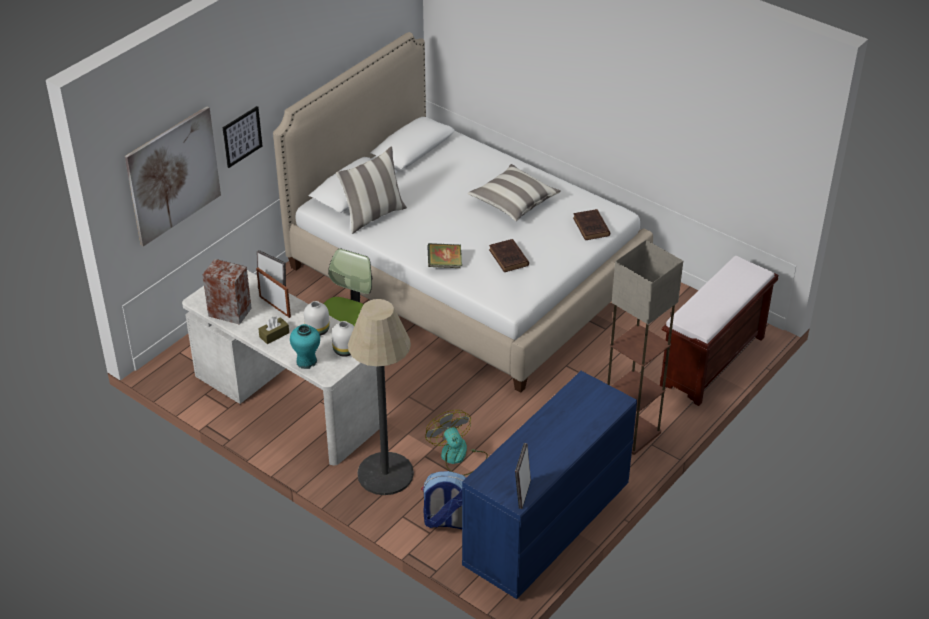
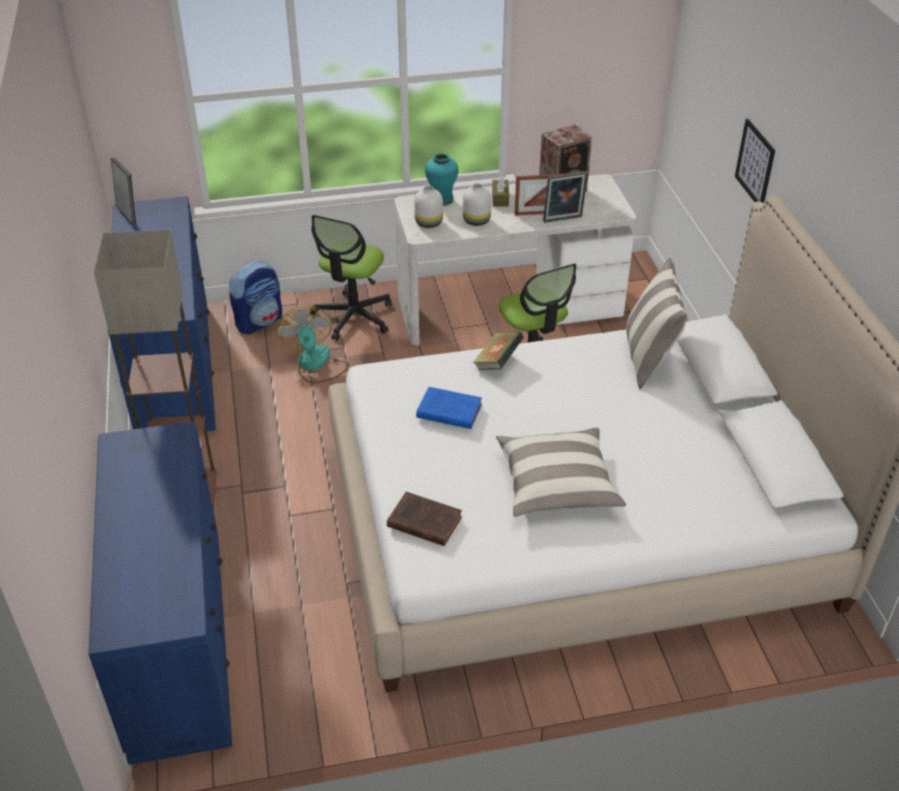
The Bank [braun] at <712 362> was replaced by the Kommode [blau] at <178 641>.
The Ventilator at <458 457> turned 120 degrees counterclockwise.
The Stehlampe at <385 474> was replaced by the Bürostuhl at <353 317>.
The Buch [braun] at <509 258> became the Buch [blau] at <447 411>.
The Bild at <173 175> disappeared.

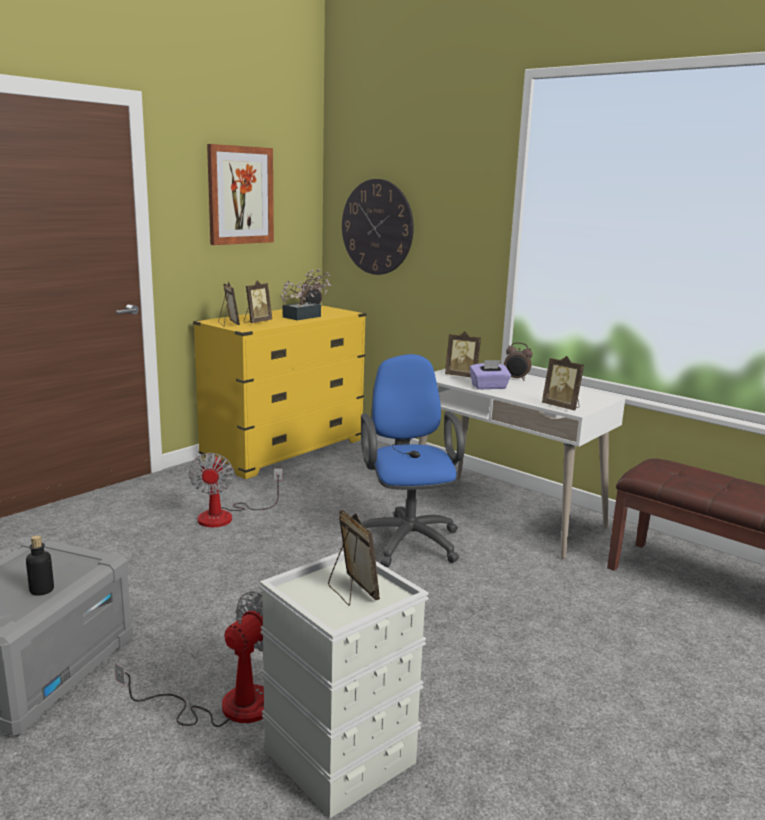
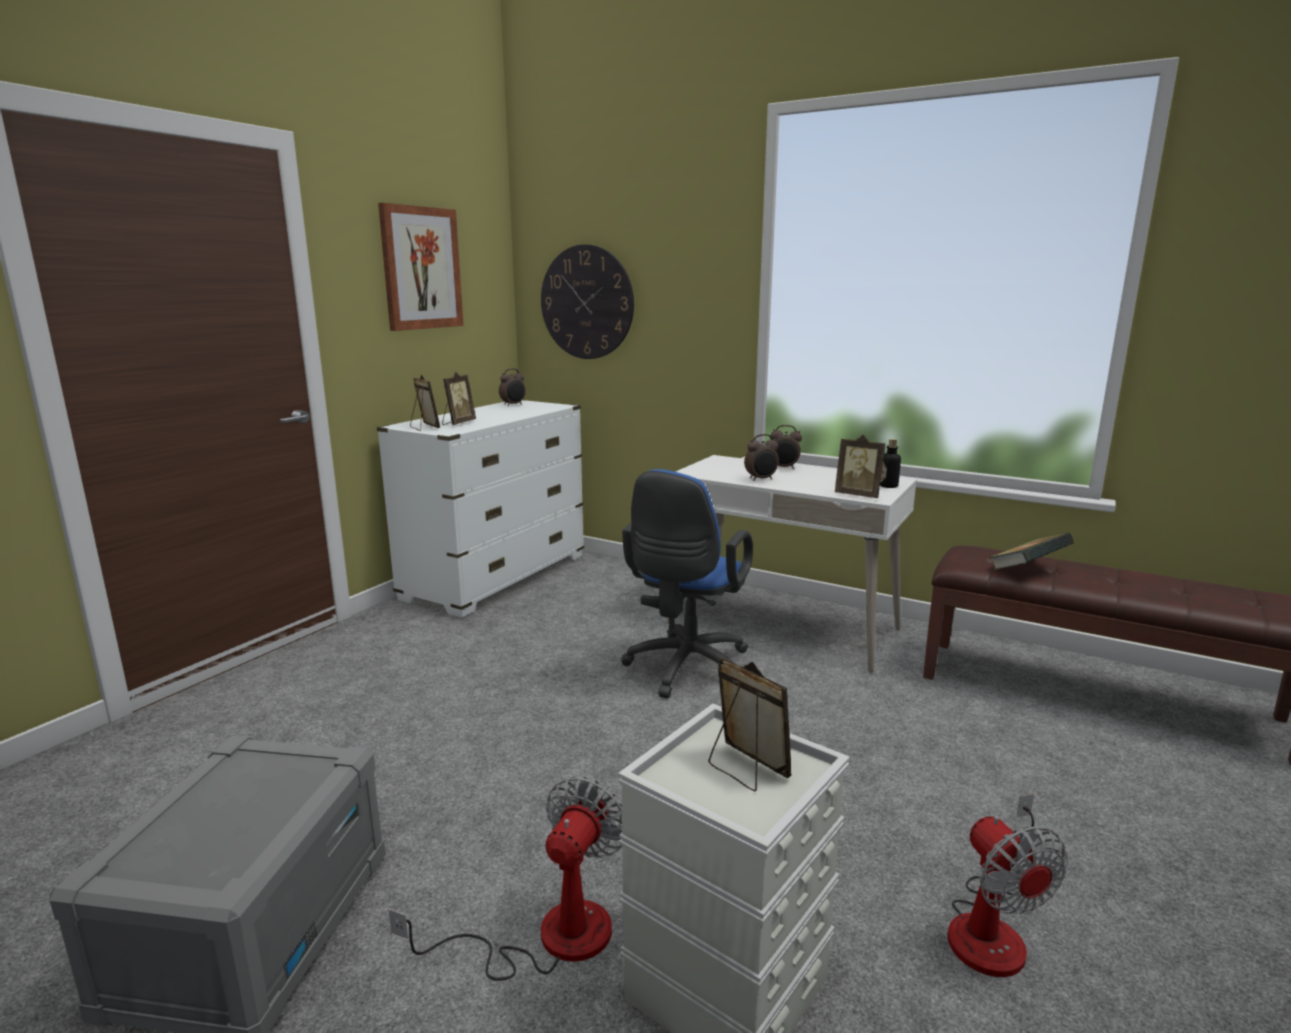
The Kommode [gelb] at <284 451> became the Kommode [weiß] at <496 577>.
The Bürostuhl [blau] at <407 539> turned 135 degrees counterclockwise.
The Taschentuchbox [lila] at <489 387> was replaced by the Wecker at <761 479>.
The Flasche moved from <42 590> to <888 486>.
The Ventilator moved from <226 516> to <993 927>.
The Buch at <1027 571> appeared.
The Topfpflanze at <305 316> disappeared.
The Bilderrahmen at <462 376> disappeared.

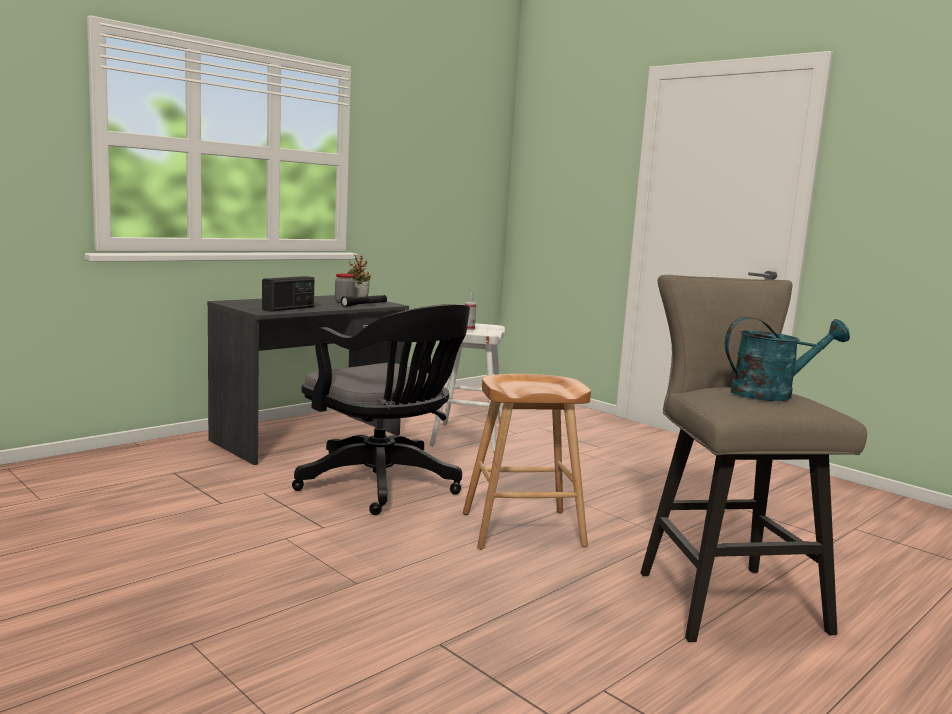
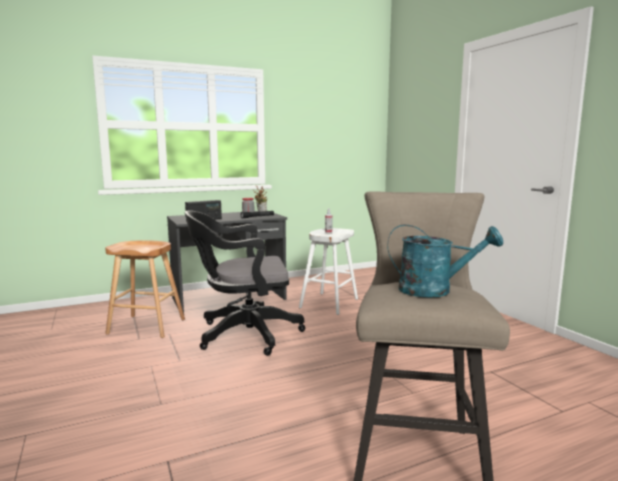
The Hocker [braun] moved from <522 529> to <146 326>.
The Bürostuhl [schwarz] at <384 486> turned 105 degrees clockwise.

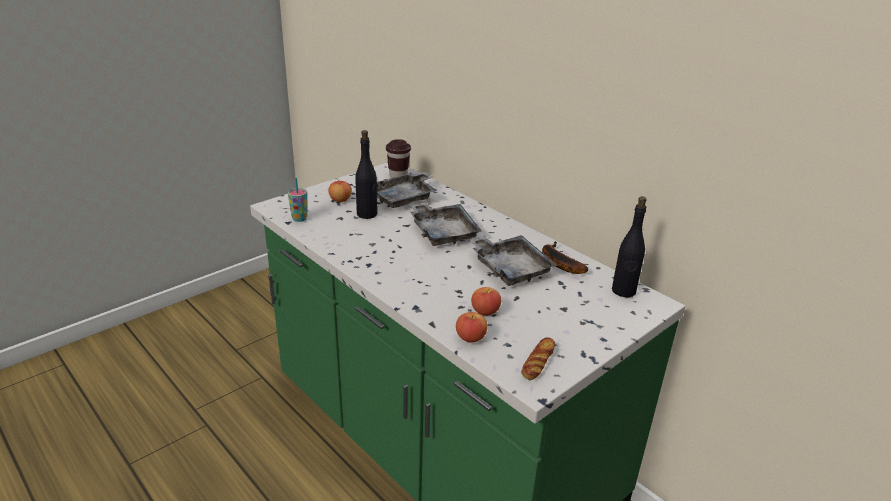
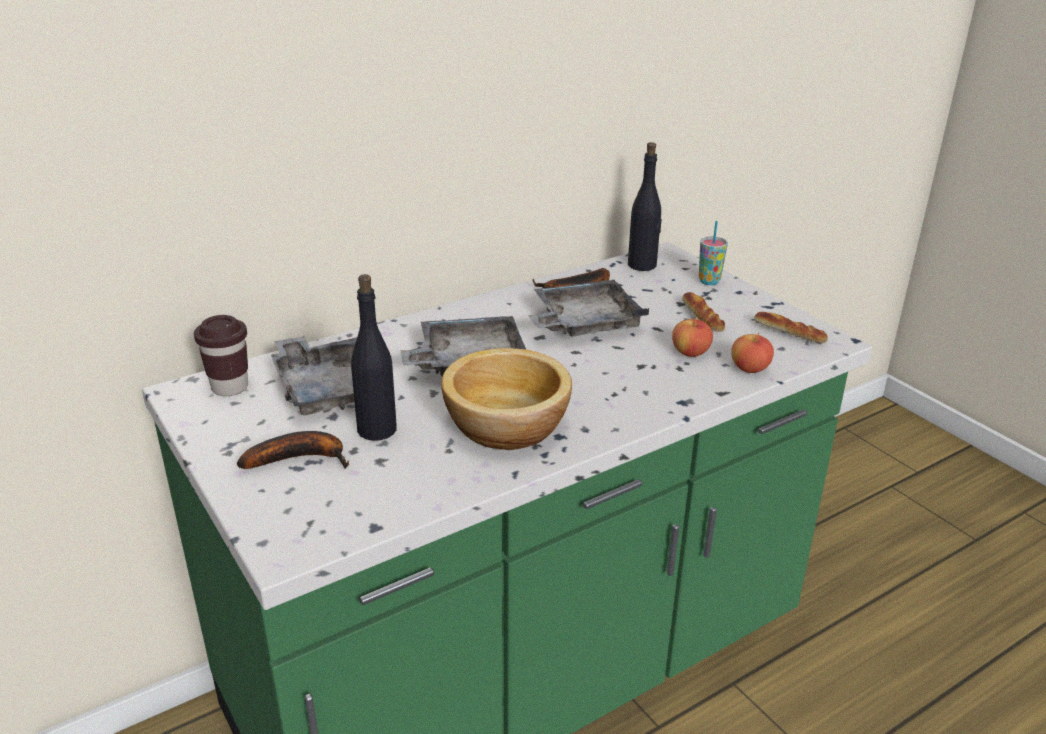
The Apfel at <340 200> was replaced by the Banane at <301 458>.
The Schüssel at <509 426> appeared.
The Brot at <702 317> appeared.
The Tasse moved from <299 219> to <709 281>.

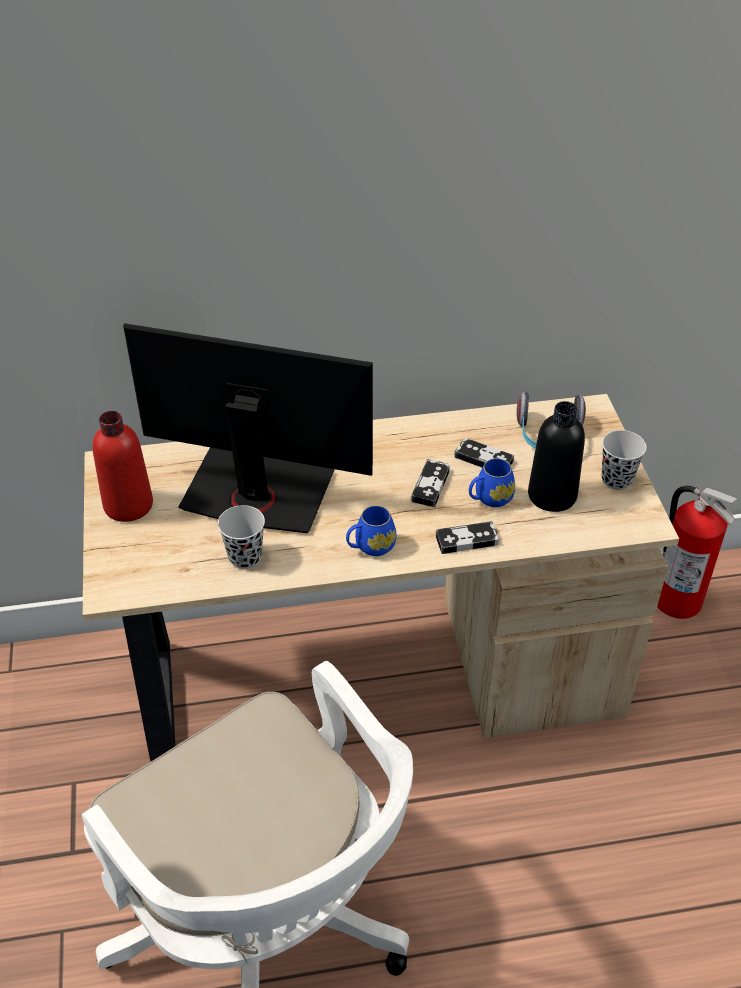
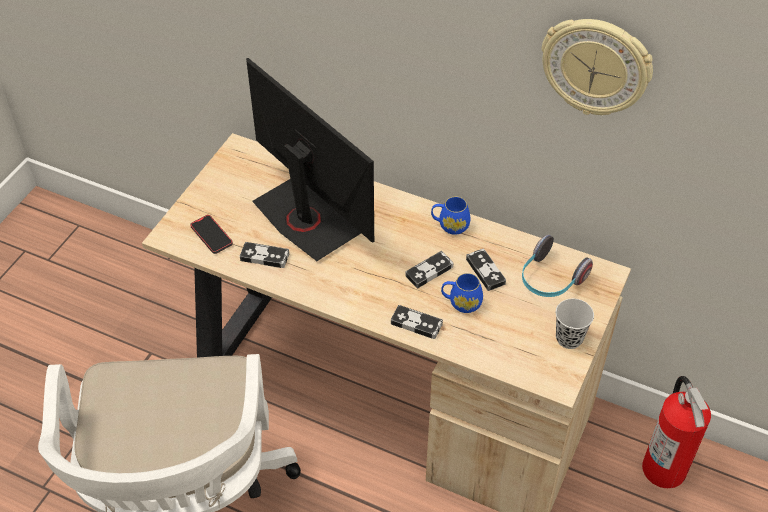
The Handy at <211 235> appeared.
The Tasse [schwarz] at <245 557> was replaced by the Gamepad at <264 257>.
The Henkelbecher [blau] moved from <370 546> to <450 225>.
The Wanduhr at <596 66> appeared.
The Flasche [rot] at <128 505> disappeared.
The Flasche [schwarz] at <552 495> disappeared.

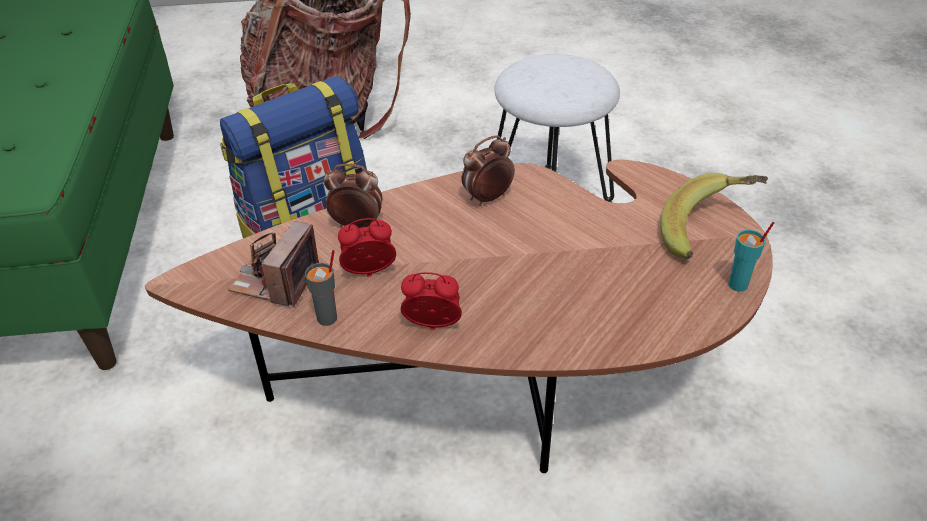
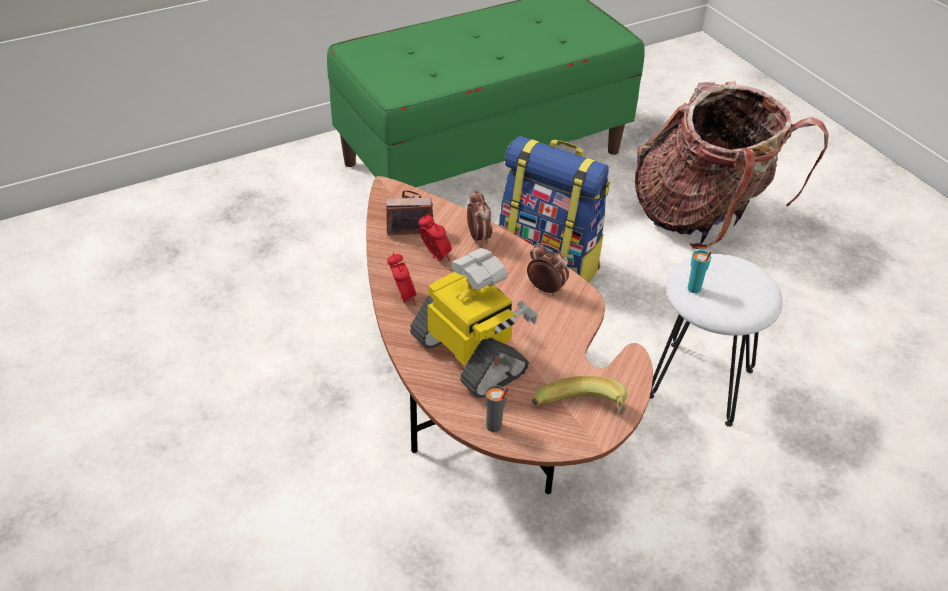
The Spielzeugroboter at <471 356> appeared.
The Tasse [grau] moved from <328 318> to <494 426>.
The Tasse [türkis] moved from <738 285> to <694 289>.

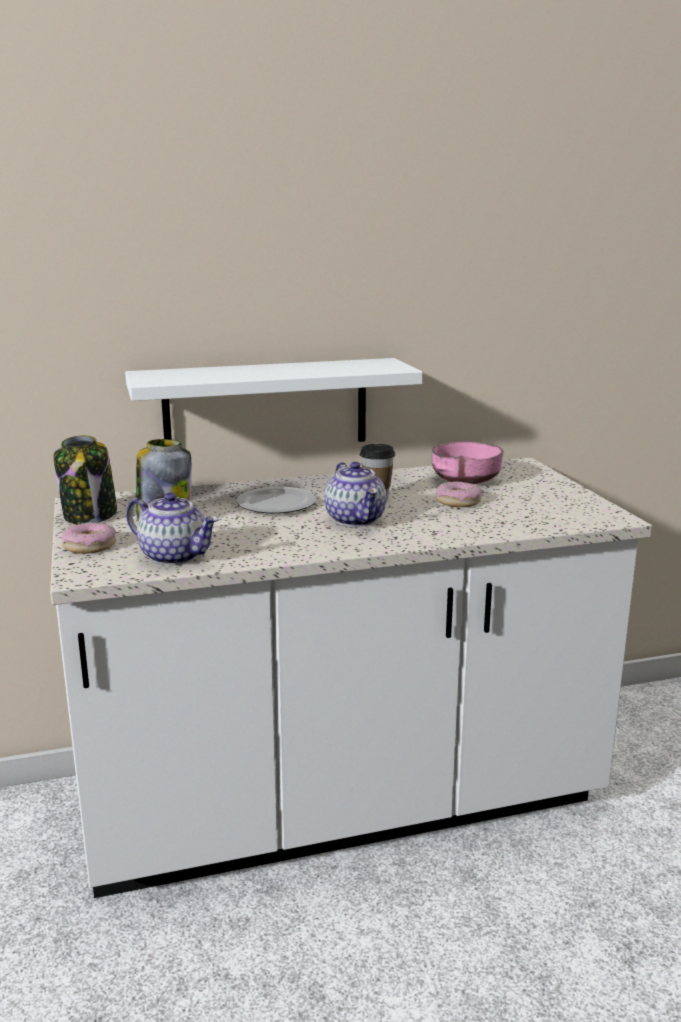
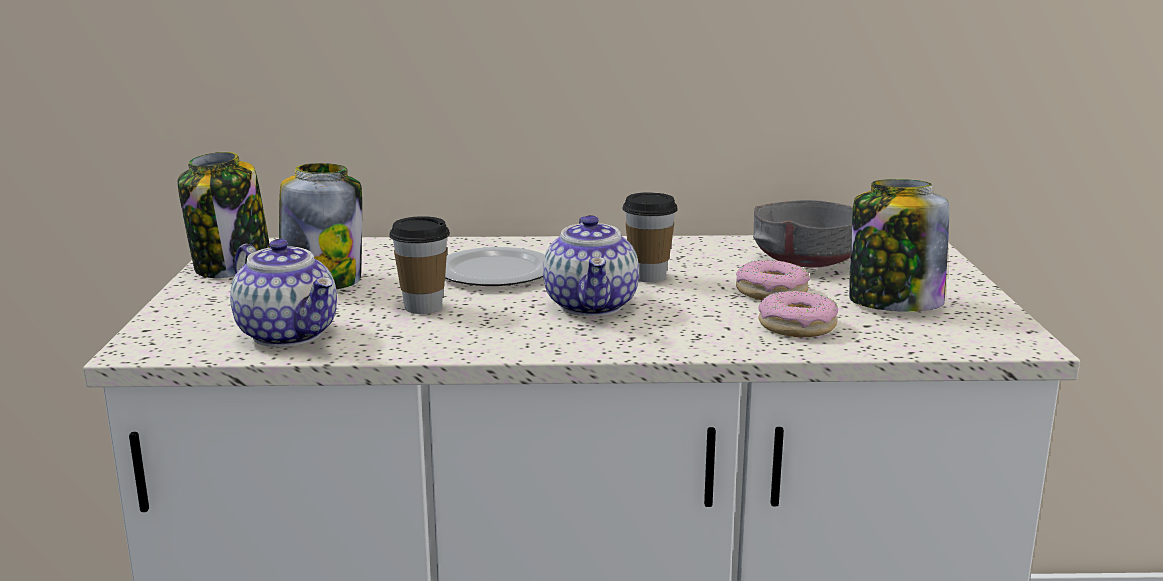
The Tasse at <423 307> appeared.
The Schüssel [rosa] at <466 481> became the Schüssel [grau] at <807 262>.
The Donut moved from <89 546> to <797 326>.
The Vorratsglas at <892 303> appeared.
The Wandregal [weiß] at <266 406> disappeared.

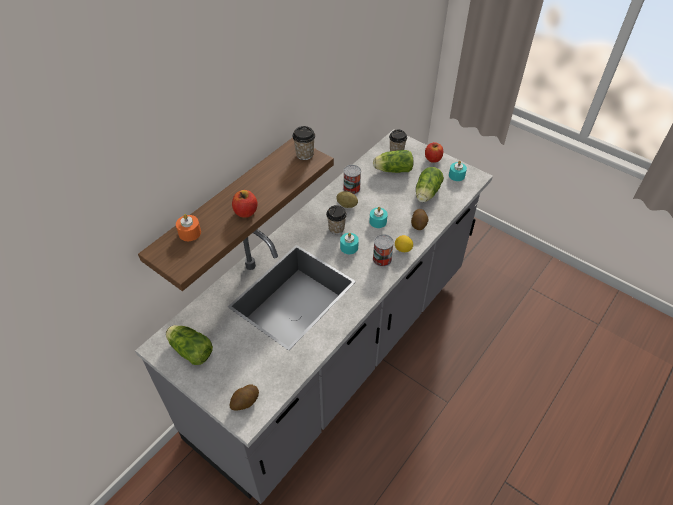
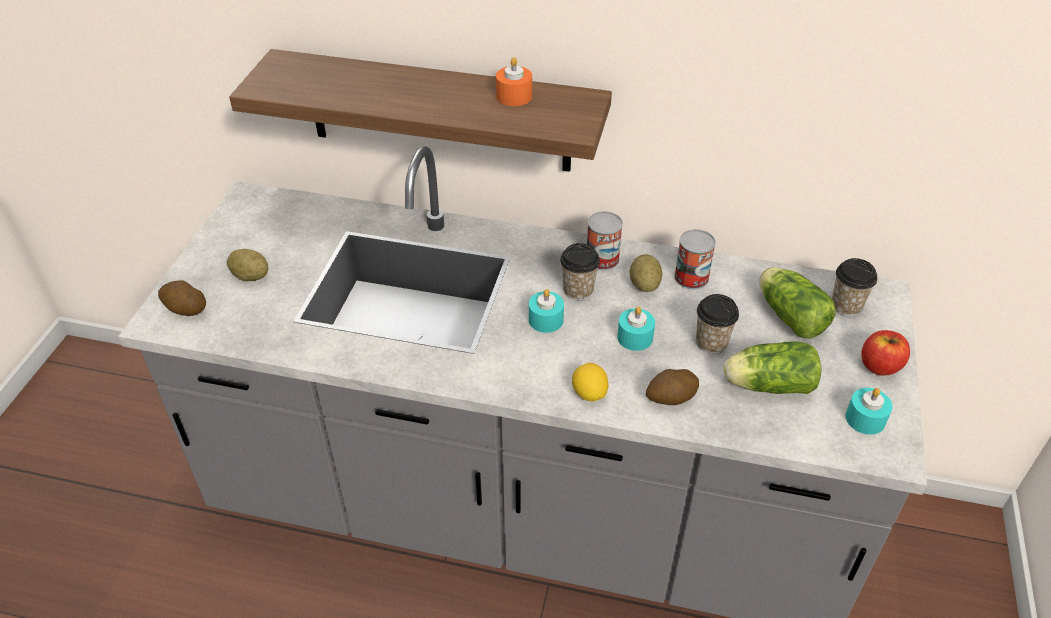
The Kartoffel at <251 276> appeared.
The Kerze [orange] moved from <189 233> to <514 96>.
The Dose moved from <382 259> to <602 259>.
The Tasse moved from <304 154> to <711 342>.
The Salatkopf at <190 349> disappeared.
The Apfel at <246 212> disappeared.

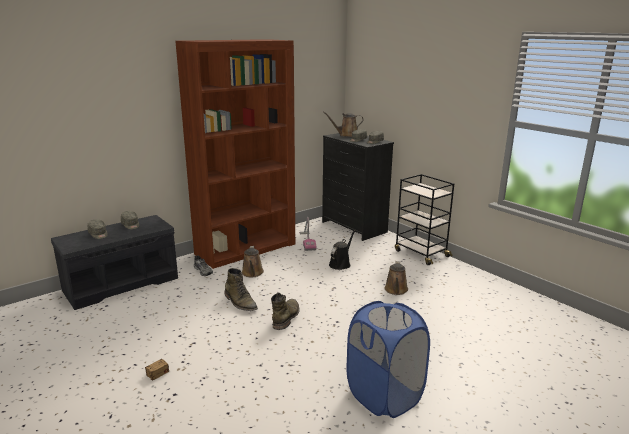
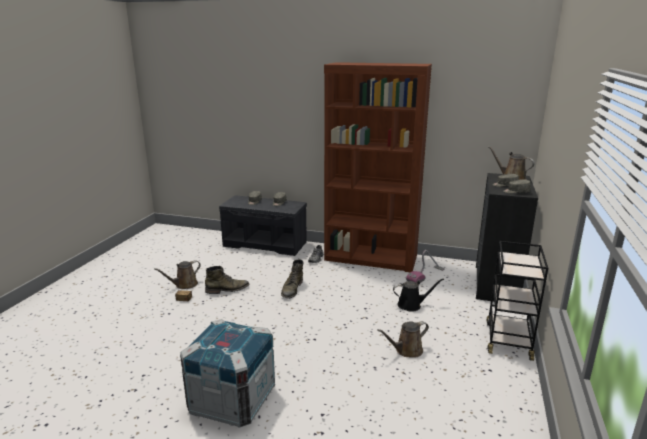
The Gießkanne [braun] moved from <252 273> to <184 285>.
The Wäschekorb [blau] at <384 396> was replaced by the Kiste at <232 400>.
The Stiefel [grün] moved from <286 317> to <227 290>.

